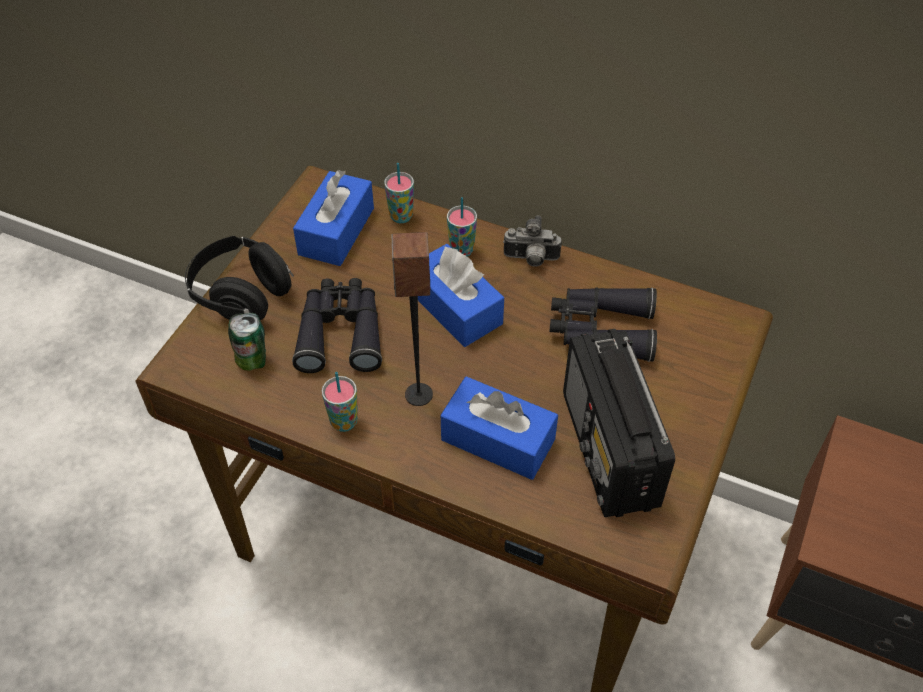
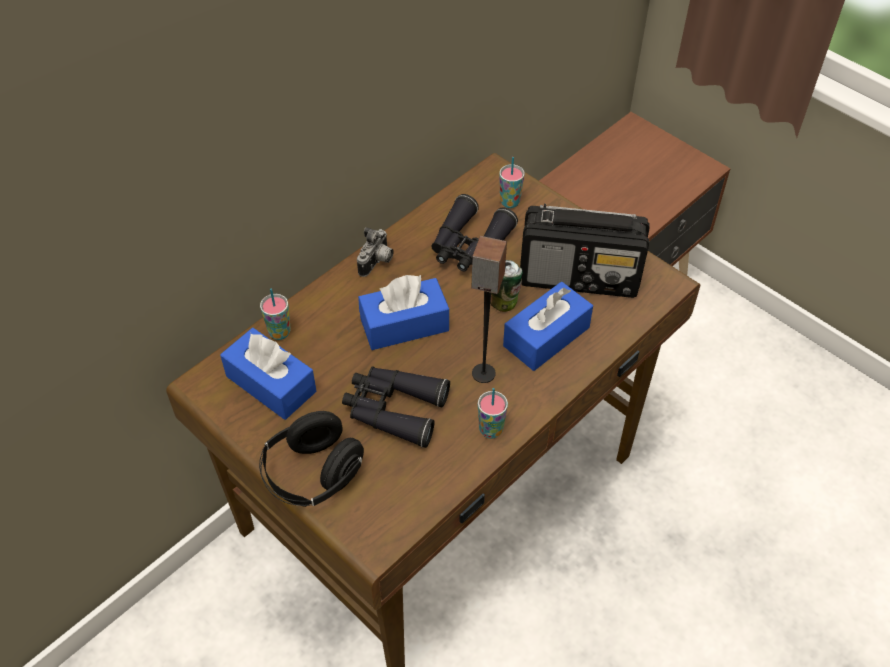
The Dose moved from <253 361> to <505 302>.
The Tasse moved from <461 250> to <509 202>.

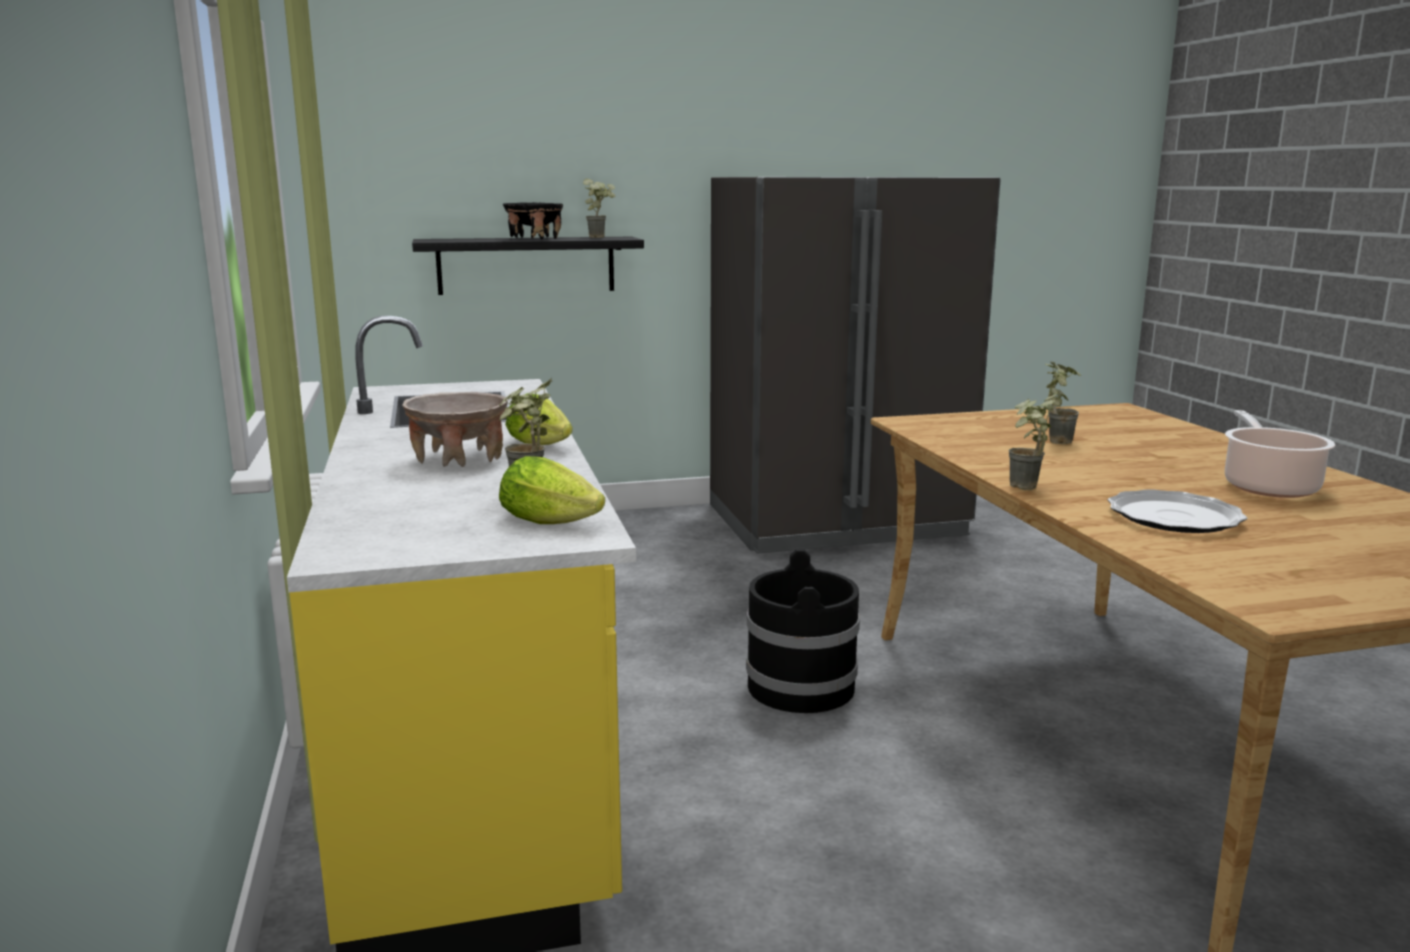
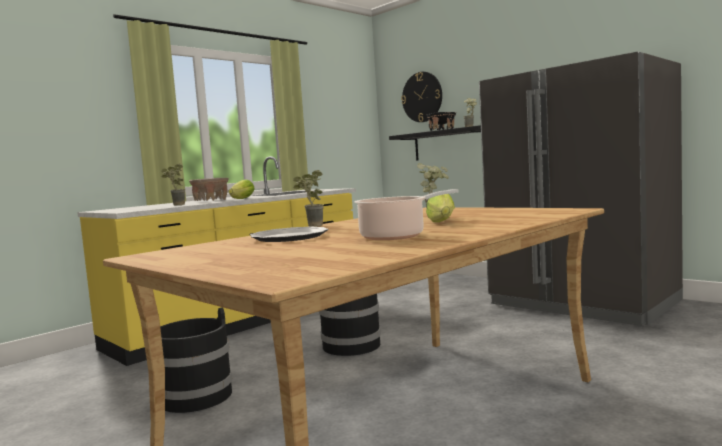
The Eimer [schwarz] at <196 396> appeared.
The Wanduhr at <422 97> appeared.
The Salatkopf moved from <554 522> to <442 222>.

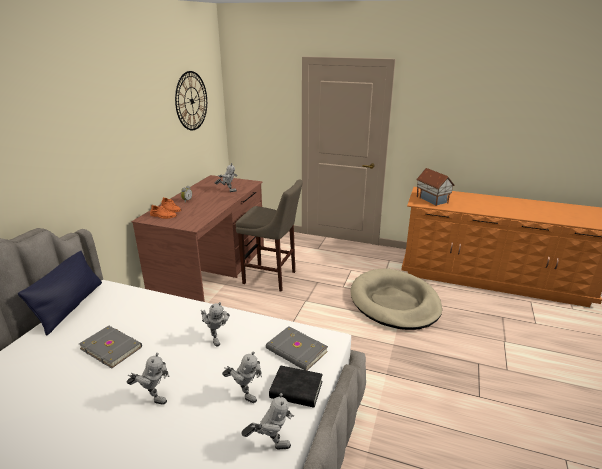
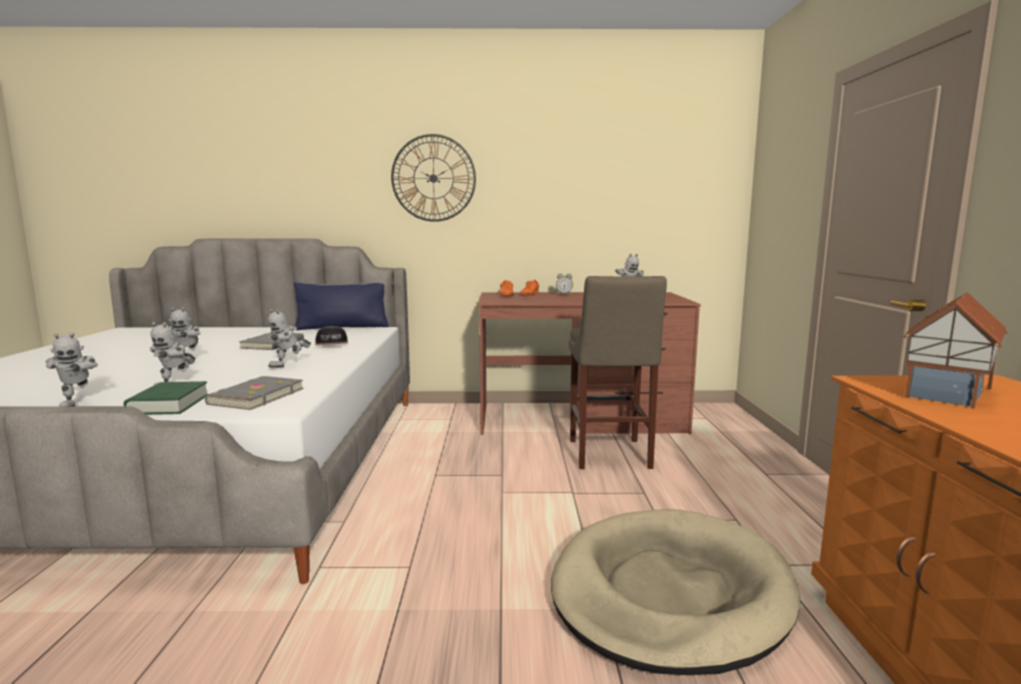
The Buch [schwarz] at <296 390> became the Buch [grün] at <169 404>.
The Kappe at <332 344> appeared.
The Wanduhr moved from <191 101> to <433 178>.

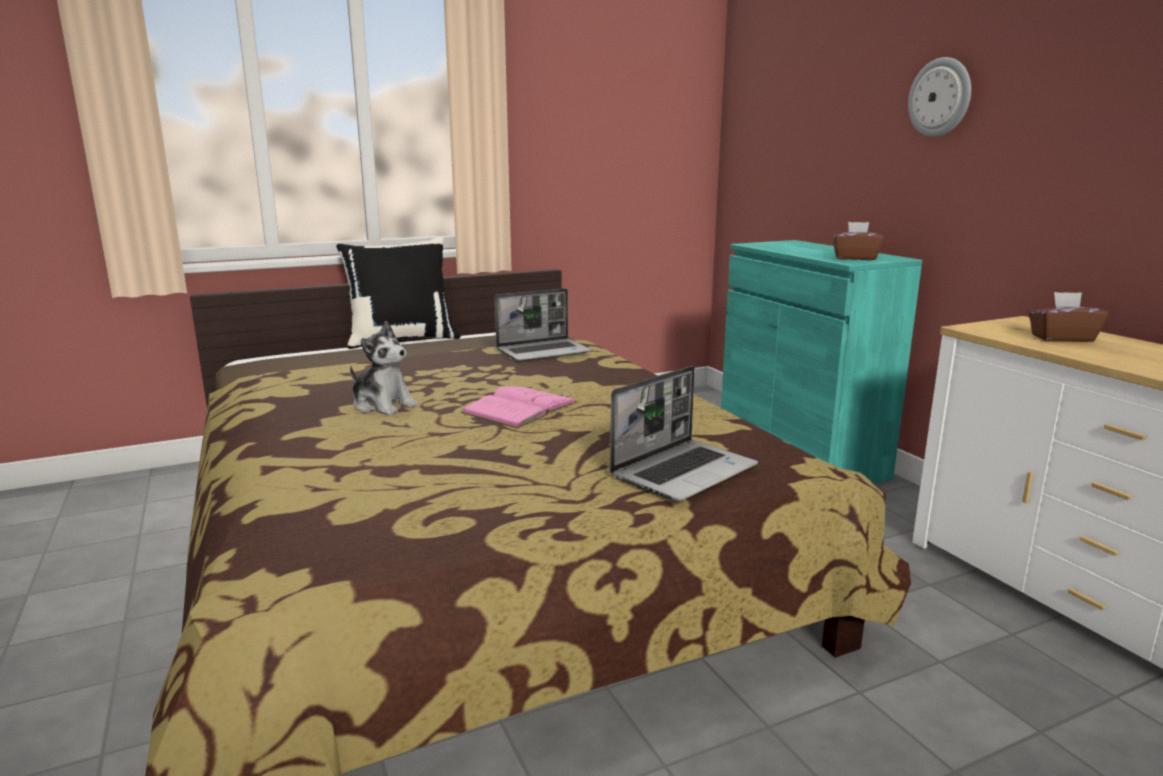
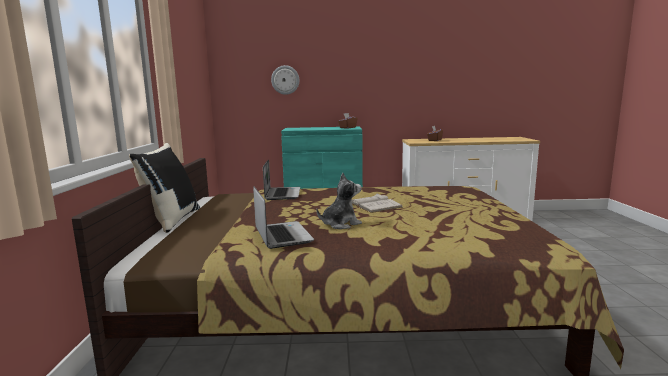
The Laptop moved from <684 471> to <281 236>.
The Wanduhr moved from <940 97> to <285 80>.
The Buch [rosa] at <520 407> became the Buch [weiß] at <373 204>.

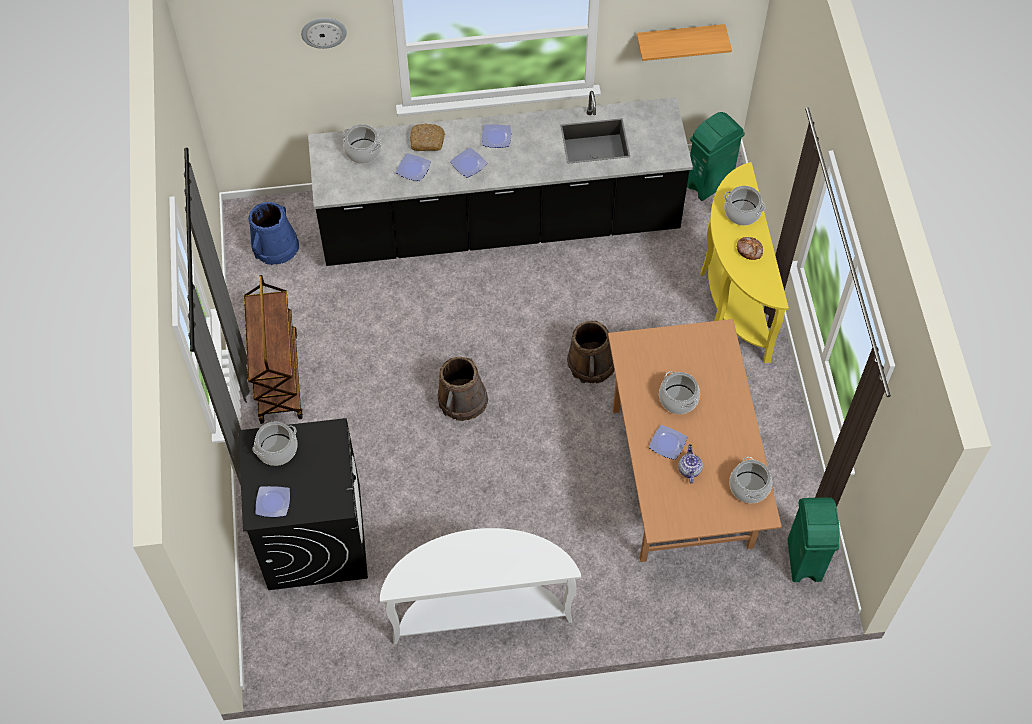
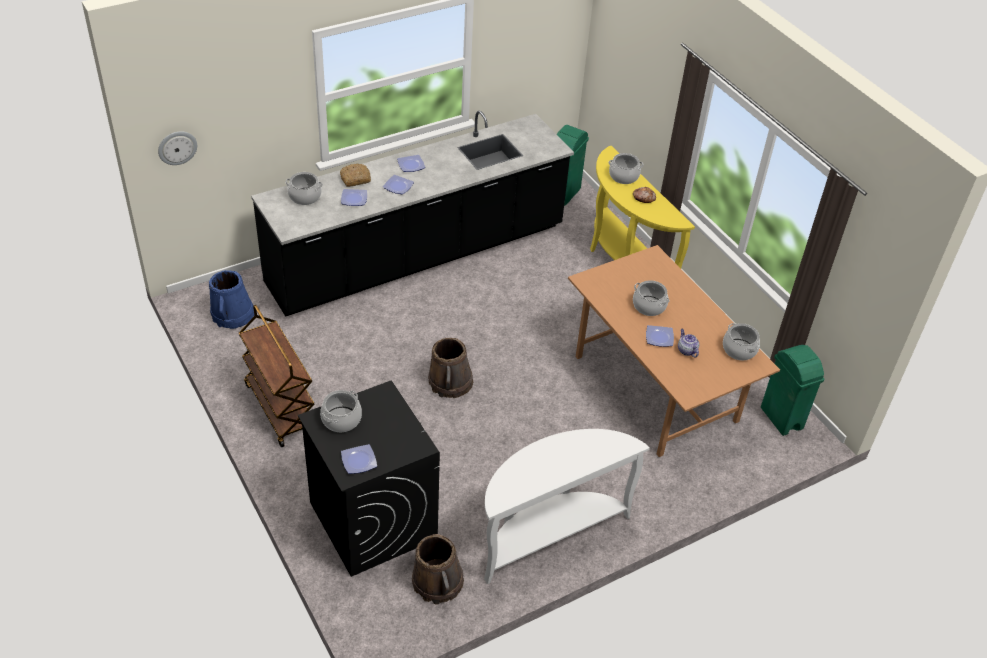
The Wanduhr moved from <323 32> to <177 147>.
The Eimer [braun] moved from <591 363> to <437 582>.
The Wandregal at <679 40> disappeared.

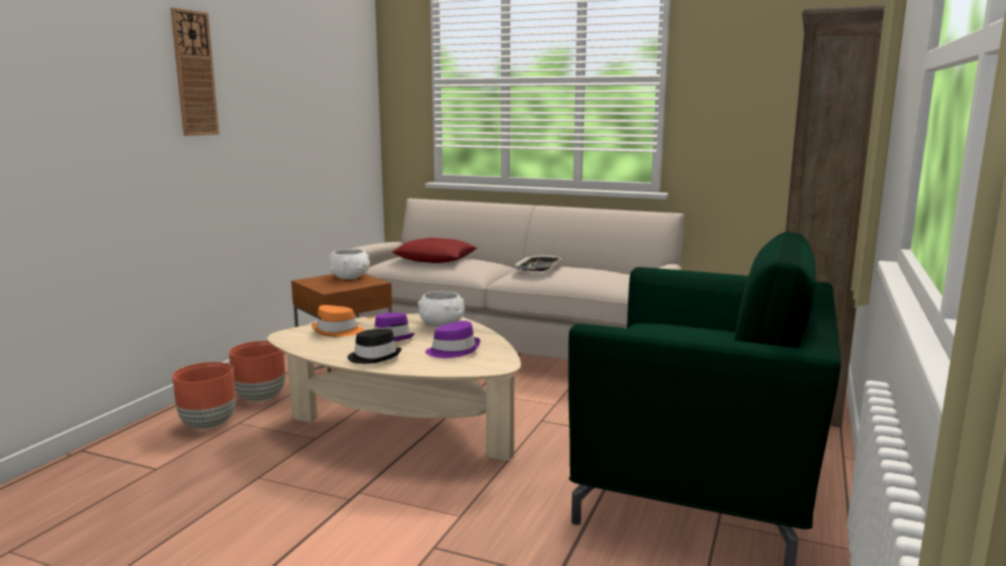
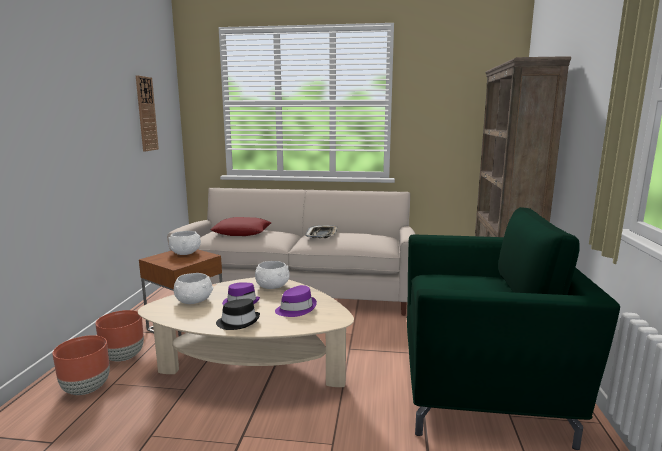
The Wanduhr moved from <194 74> to <146 114>.
The Hut [orange] at <337 331> was replaced by the Schüssel [weiß] at <194 301>.

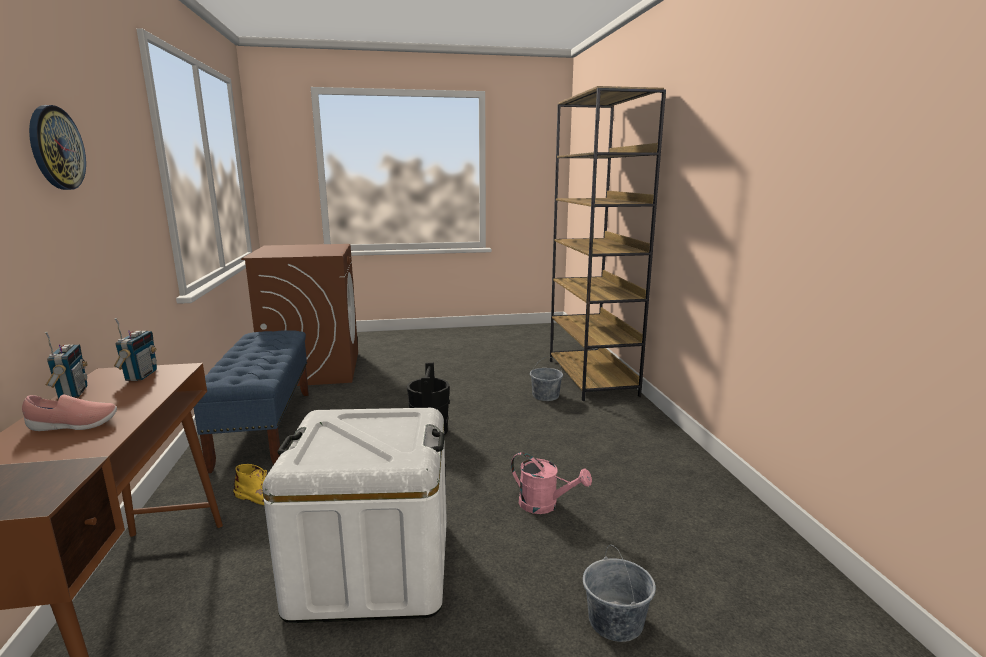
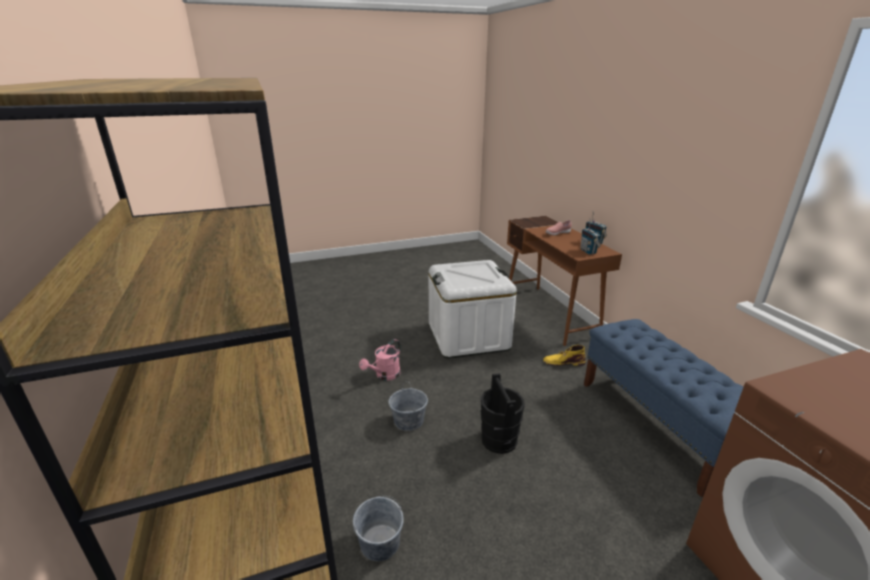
The Gießkanne [rosa] at <545 505> turned 75 degrees counterclockwise.
The Eimer [grau] moved from <616 621> to <408 420>.
The Wanduhr at <56 148> disappeared.

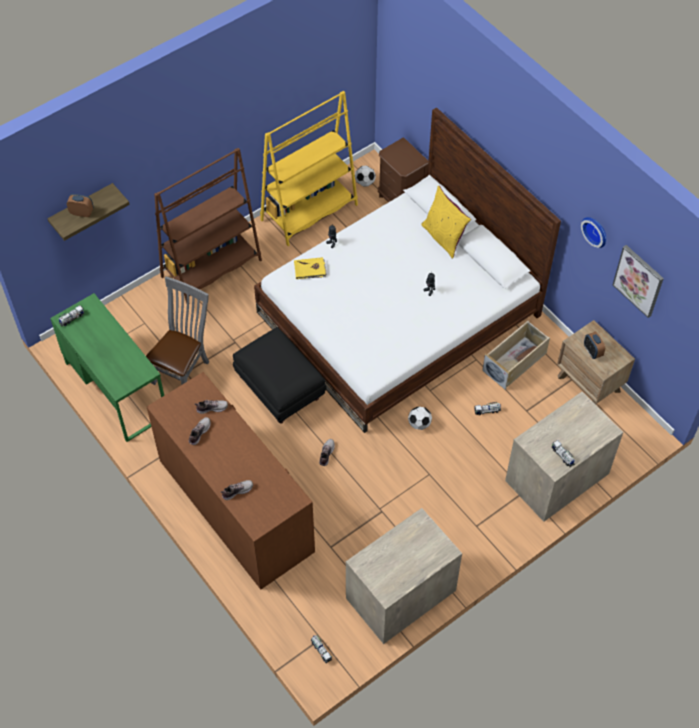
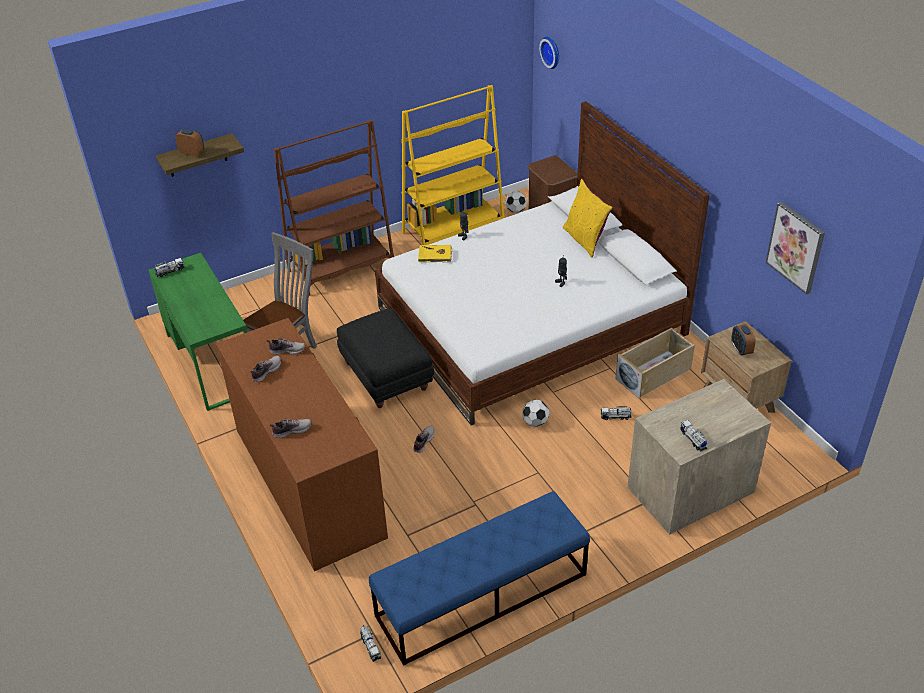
The Kommode at <400 595> was replaced by the Bank [blau] at <481 595>.
The Wanduhr moved from <596 230> to <552 52>.

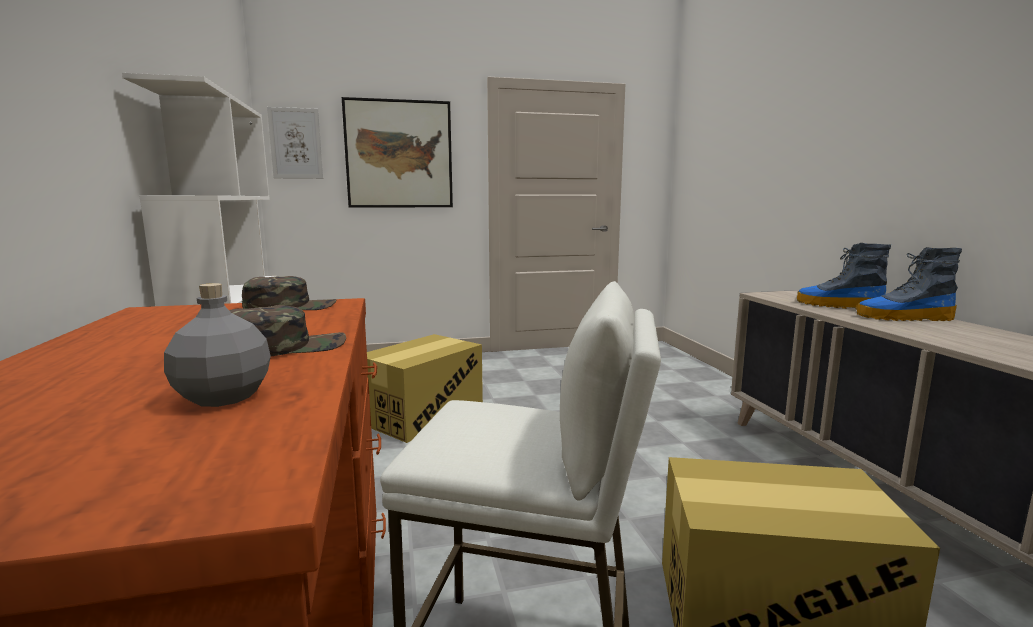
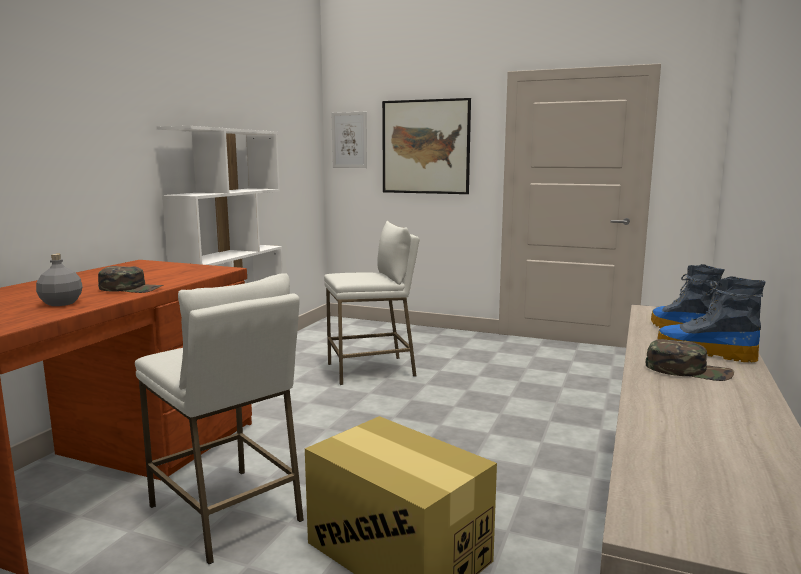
The Karton at <423 415> was replaced by the Hocker [weiß] at <371 370>.
The Kappe [grün] moved from <291 306> to <688 370>.

